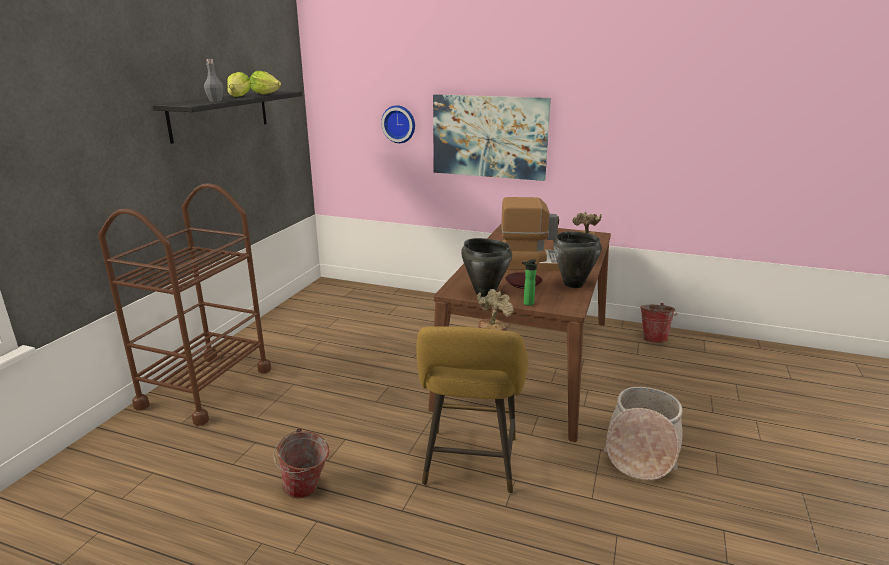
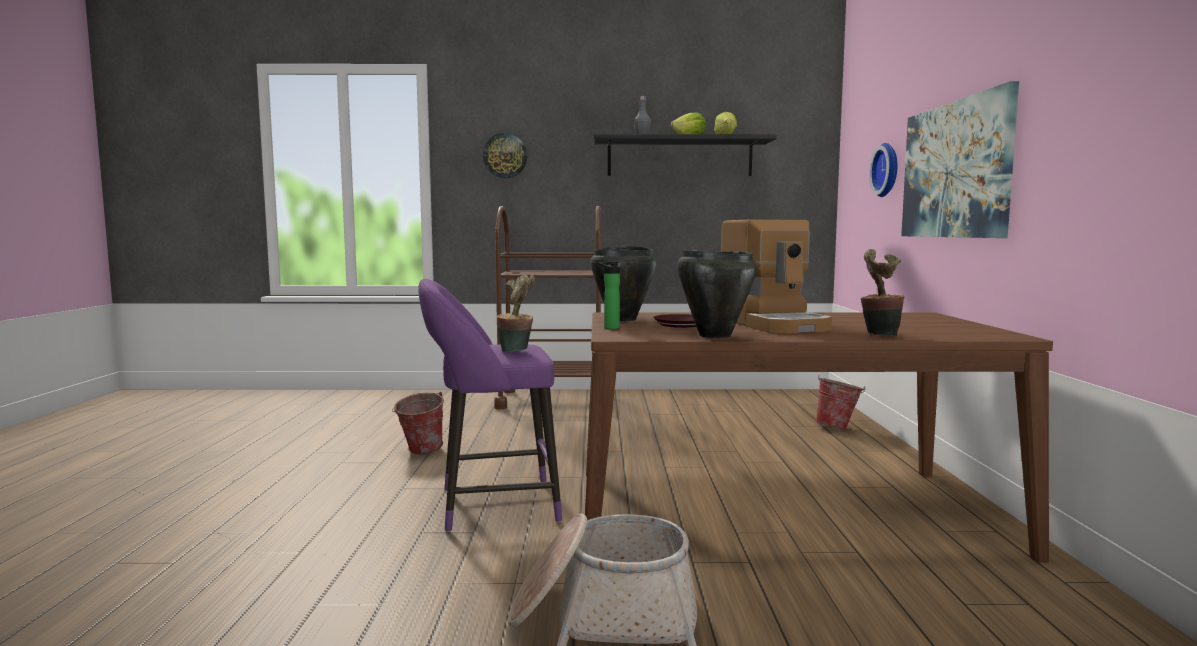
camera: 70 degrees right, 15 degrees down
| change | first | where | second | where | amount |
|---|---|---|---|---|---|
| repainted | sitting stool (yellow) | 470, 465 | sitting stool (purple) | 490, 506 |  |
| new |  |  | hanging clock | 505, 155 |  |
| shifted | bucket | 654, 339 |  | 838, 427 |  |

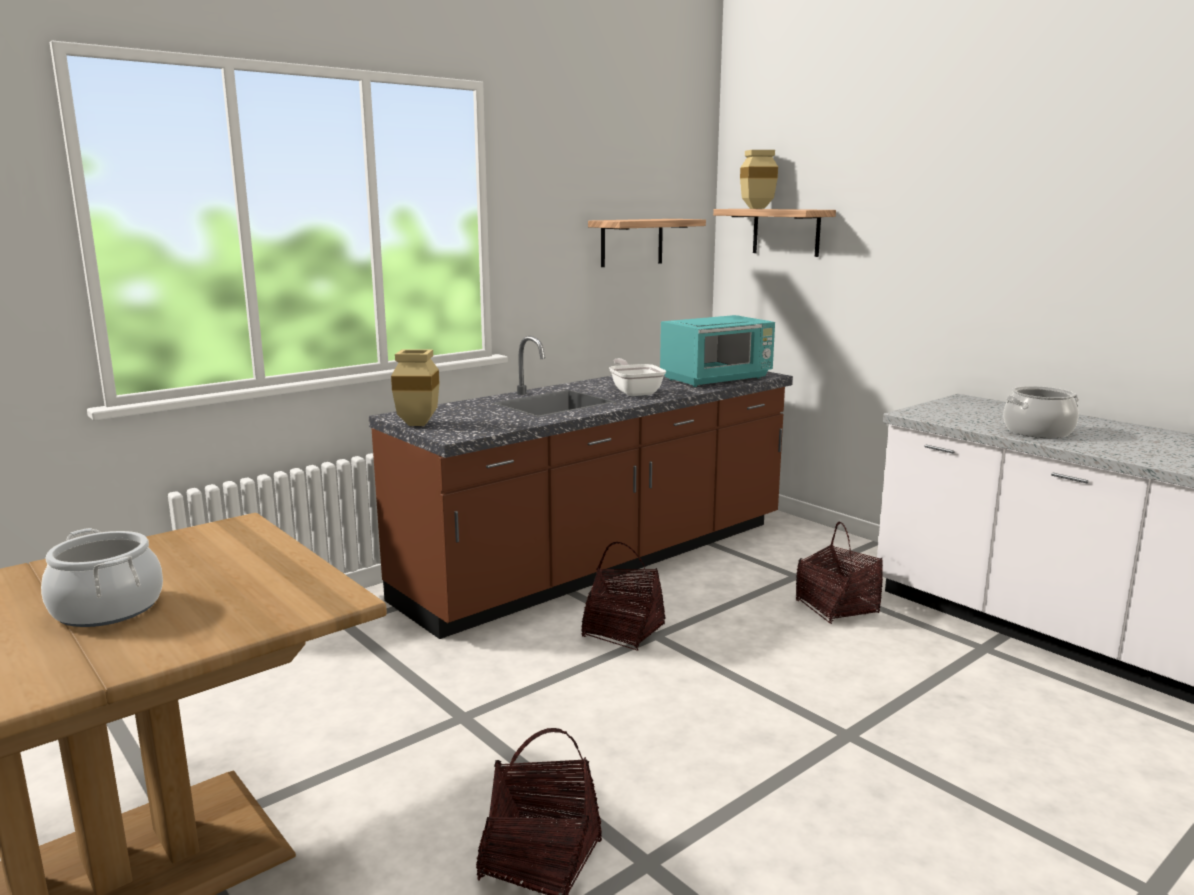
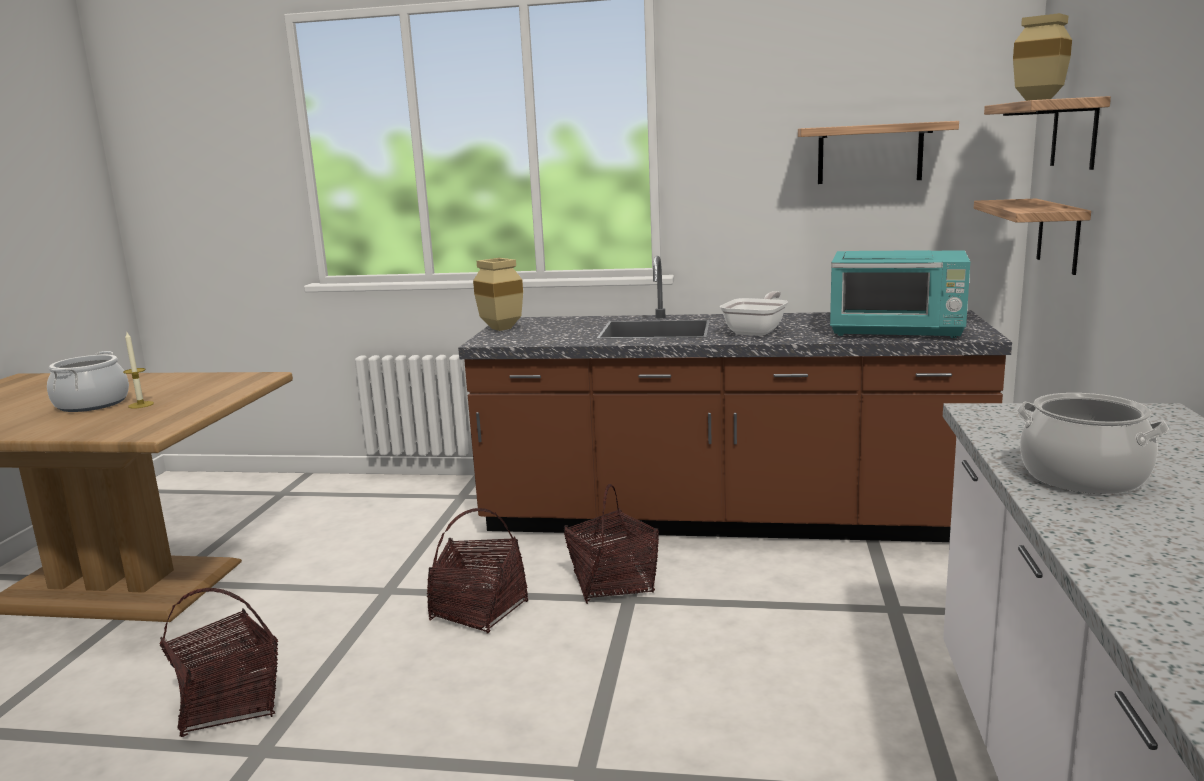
camera: 50 degrees right, 0 degrees up
| change | first | where | second | where | amount |
|---|---|---|---|---|---|
| new |  |  | wax light | 141, 405 |  |
| shifted | storage basket | 837, 607 |  | 480, 611 |  |
| new |  |  | bracket shelf | 1058, 235 |  |

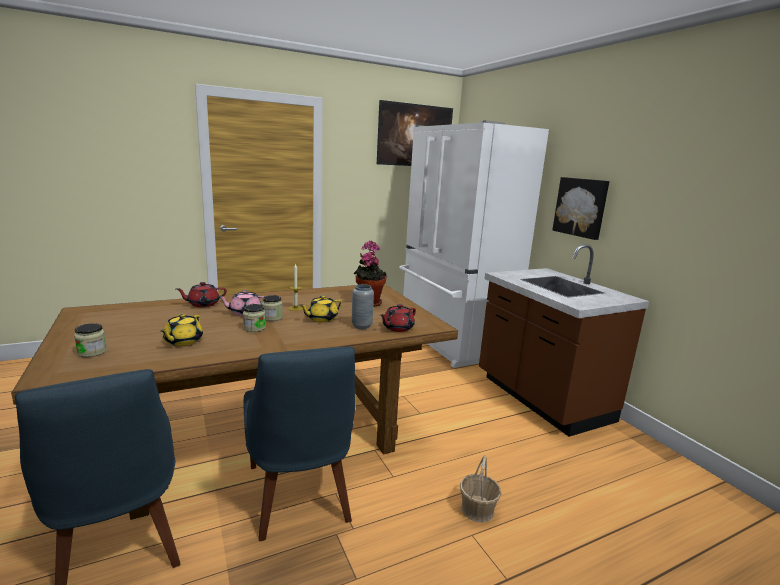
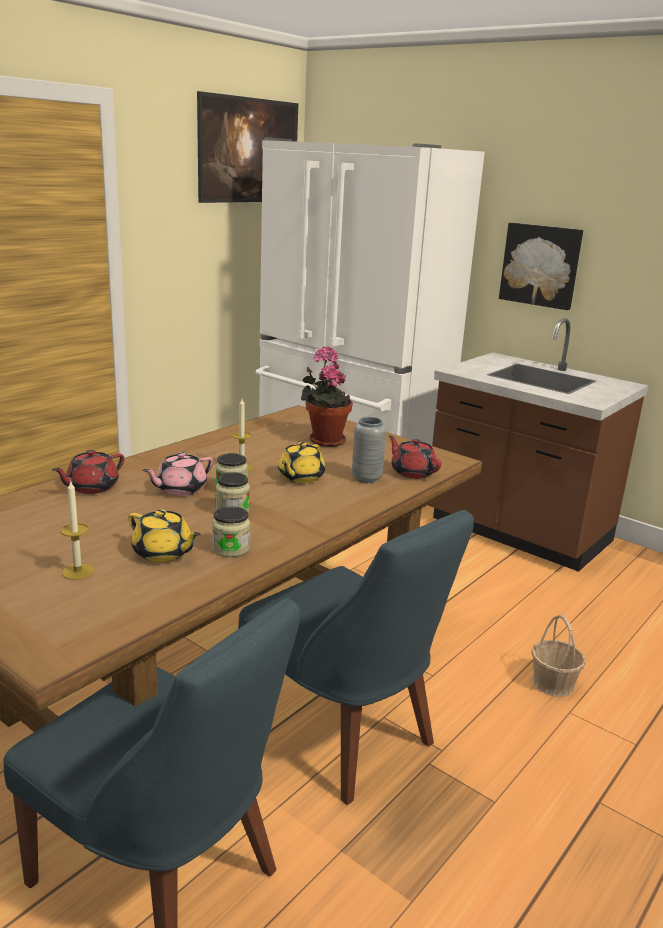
camera: 25 degrees left, 5 degrees up
| change | first | where | second | where | amount |
|---|---|---|---|---|---|
| new |  |  | wax light | 78, 571 |  |
| rotated | teapot (yellow) | 183, 341 |  | 163, 553 | 45 degrees counterclockwise |
| shifted | storage jar | 92, 352 |  | 231, 548 |  |
| rotated | teapot (reddish) | 397, 328 |  | 412, 472 | 120 degrees clockwise |

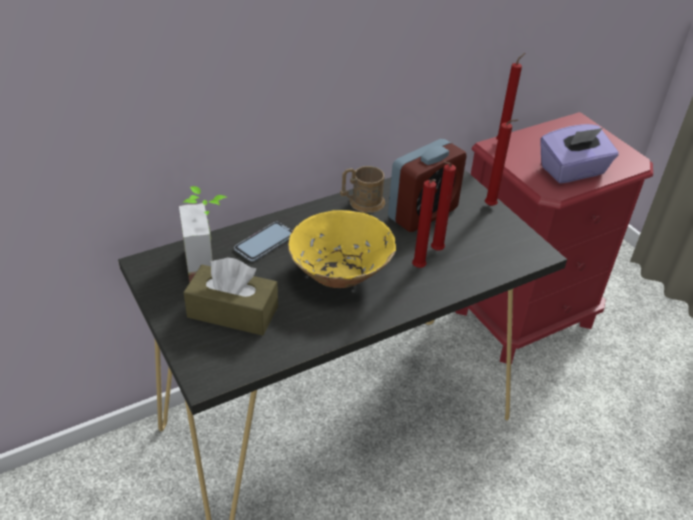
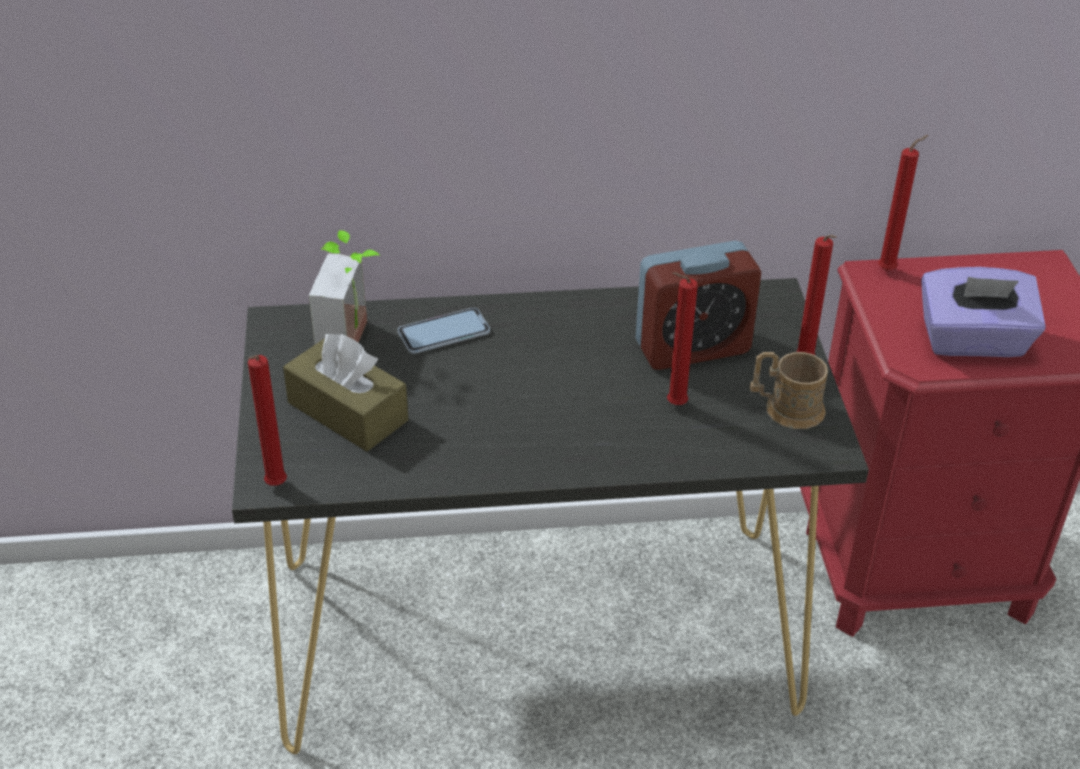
camera: 25 degrees right, 0 degrees up
| change | first | where | second | where | amount |
|---|---|---|---|---|---|
| shifted | wax light (reddish) | 419, 269 |  | 274, 487 |  |
| shifted | tea mug (brownish) | 362, 203 |  | 786, 409 |  |
| gone | deep dish (yellow) | 340, 273 |  |  |  |

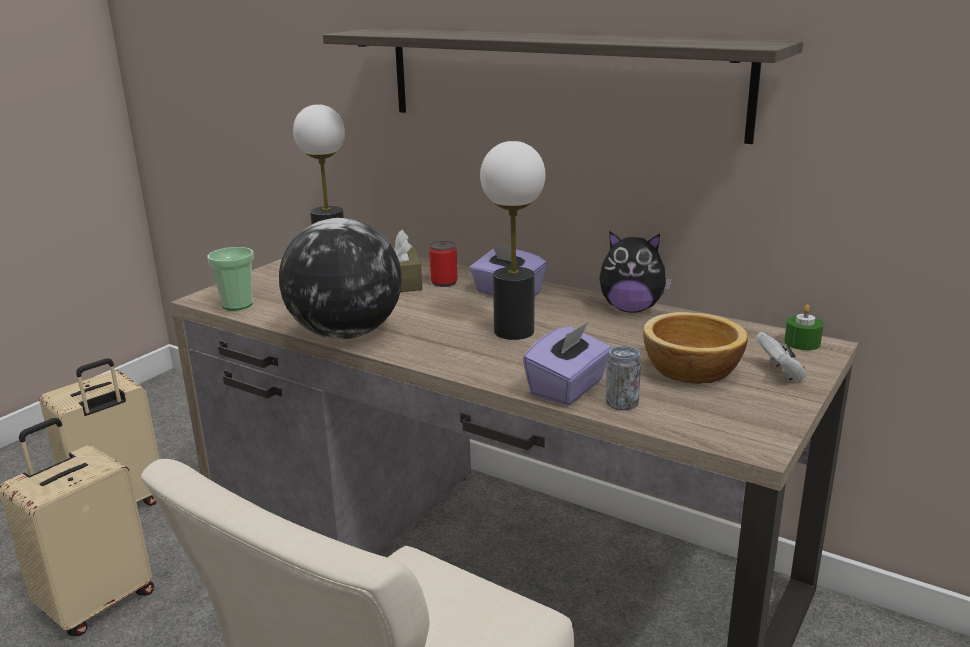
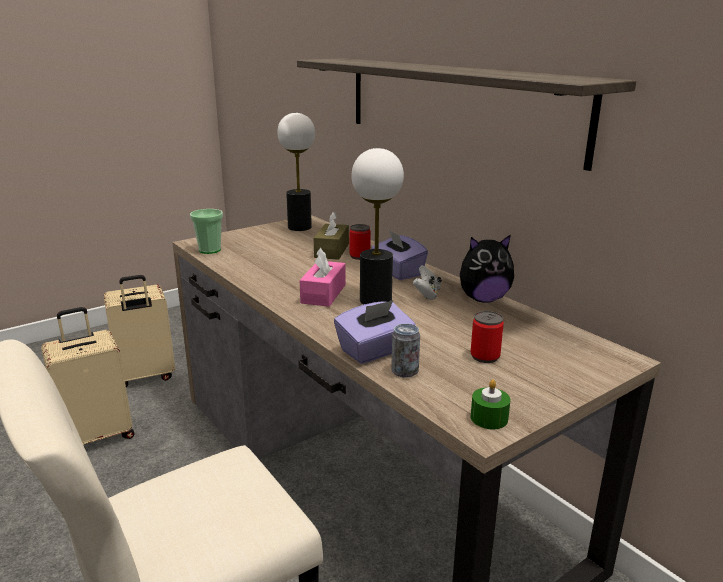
camera: 20 degrees right, 0 degrees up
| change | first | where | second | where | amount |
|---|---|---|---|---|---|
| new |  |  | tissue box (pinkish) | 323, 294 |  |
| shifted | game controller (whitish) | 780, 373 |  | 427, 294 |  |
| rotated | soft toy | 631, 309 |  | 483, 299 | 45 degrees counterclockwise |
| swapped | deep dish | 690, 370 | can | 485, 356 |  |
| shifted | wax light (green-coloured) | 802, 343 |  | 489, 418 |  |
| gone | desk globe | 345, 334 |  |  |  |

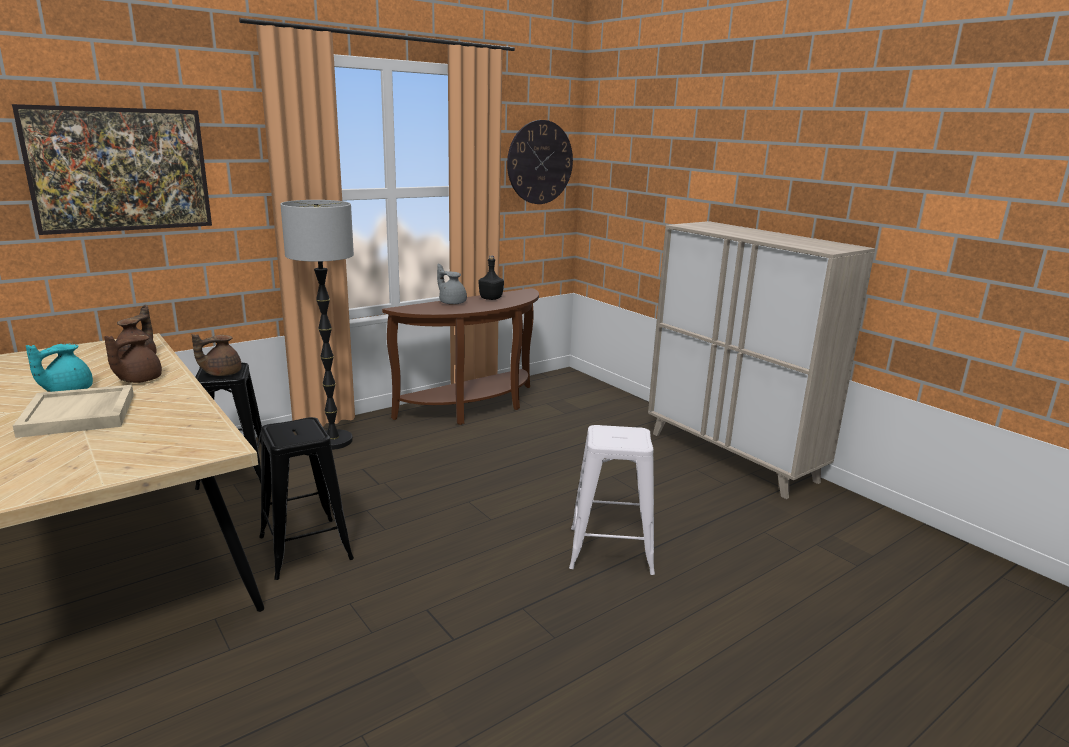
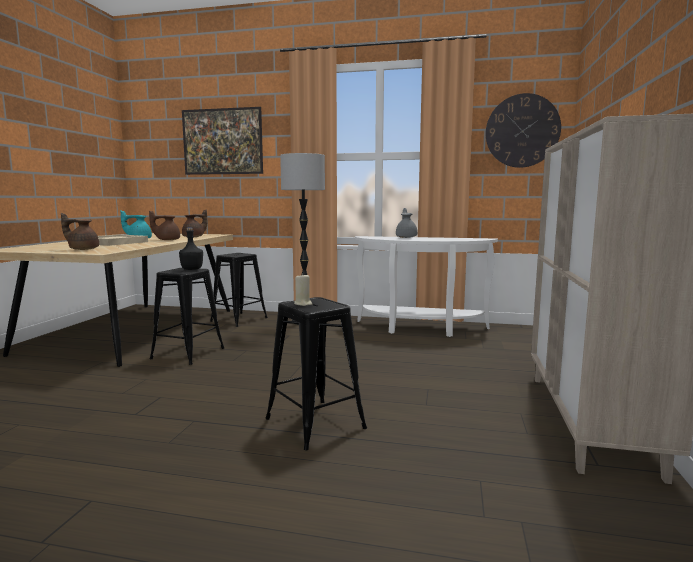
camera: 50 degrees right, 10 degrees down
| change | first | where | second | where | amount |
|---|---|---|---|---|---|
| shifted | teapot (brownish) | 221, 373 |  | 83, 249 |  |
| shifted | drink bottle (black-coloured) | 490, 298 |  | 192, 269 |  |
| repainted | sitting stool (whitish) | 610, 550 | sitting stool (black-coloured) | 315, 423 |  |
| new |  |  | wax light (beige-coloured) | 303, 304 |  |
| repainted | narrow table (brownish) | 475, 408 | narrow table (whitish) | 420, 329 |  |

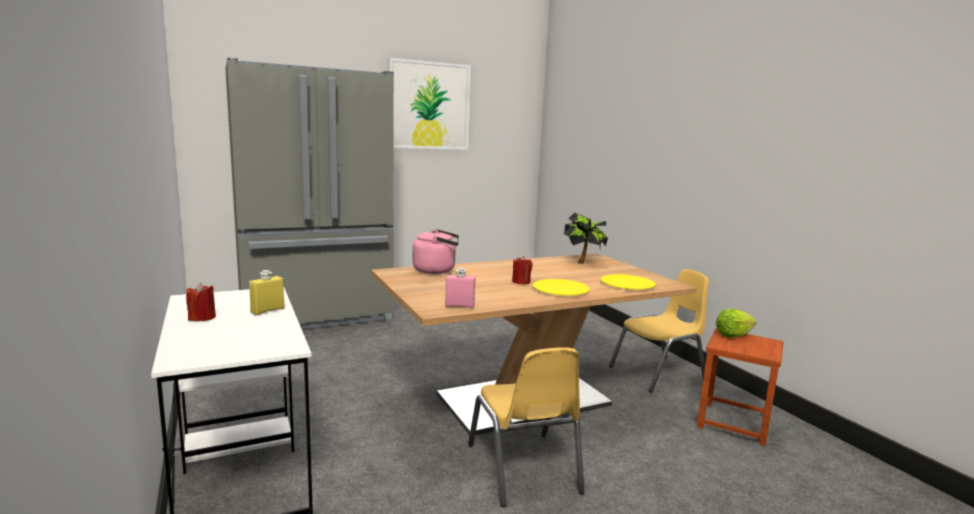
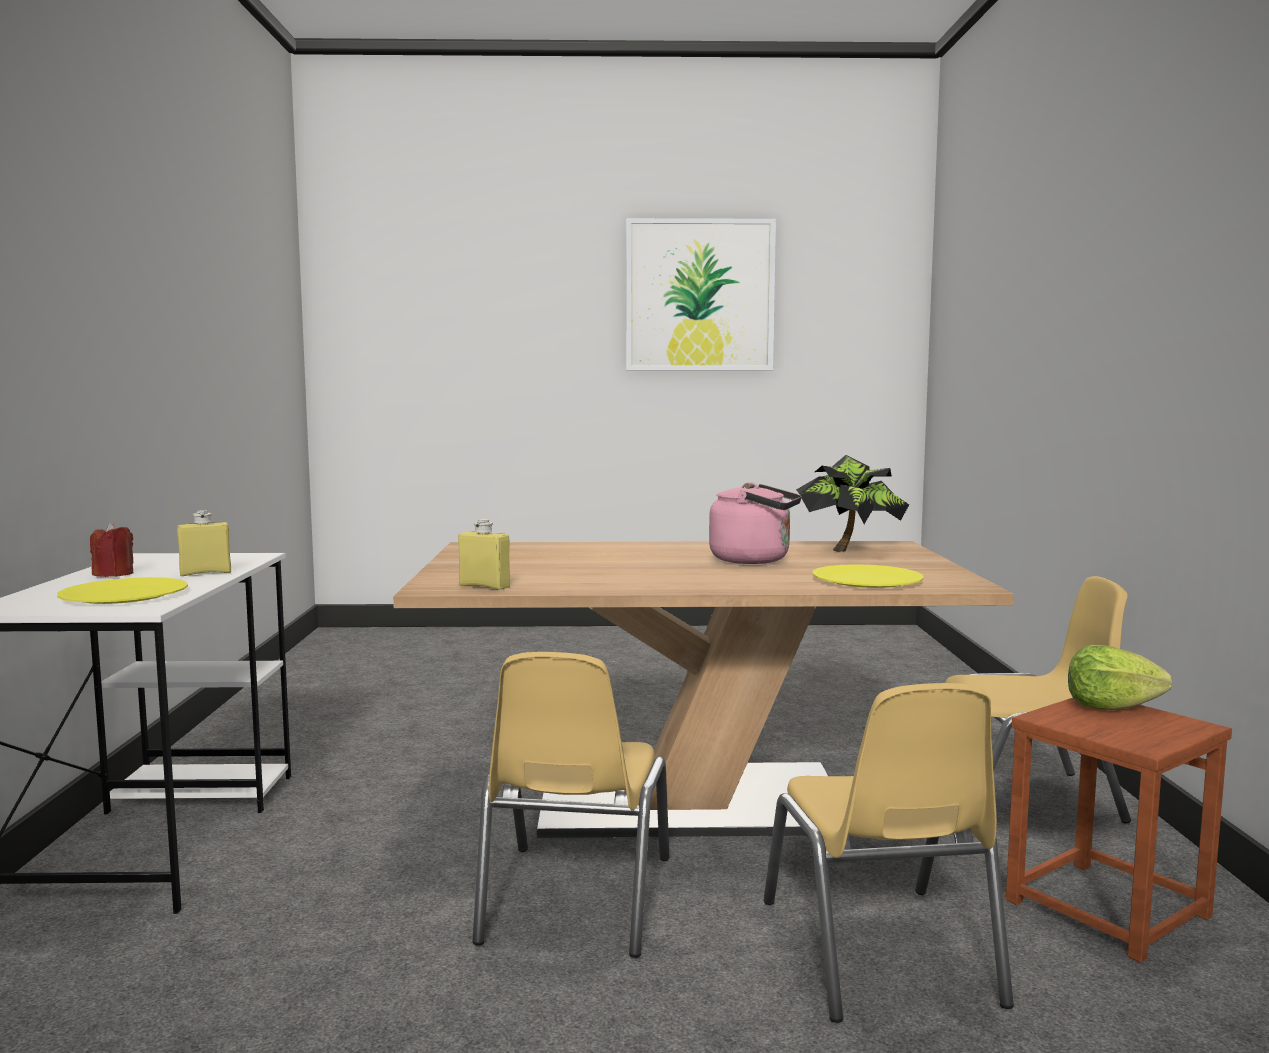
camera: 25 degrees right, 5 degrees down
| change | first | where | second | where | amount |
|---|---|---|---|---|---|
| shifted | dinner plate (yellow) | 560, 289 |  | 124, 595 |  |
| repainted | drink bottle (pinkish) | 459, 306 | drink bottle (yellow) | 484, 586 |  |
| shifted | water kettle (pinkish) | 437, 270 |  | 755, 560 |  |
| new |  |  | chair (yellow) | 879, 951 |  |
| gone | refrigerator (grey) | 317, 316 |  |  |  |
| gone | wax light (reddish) | 521, 282 |  |  |  |

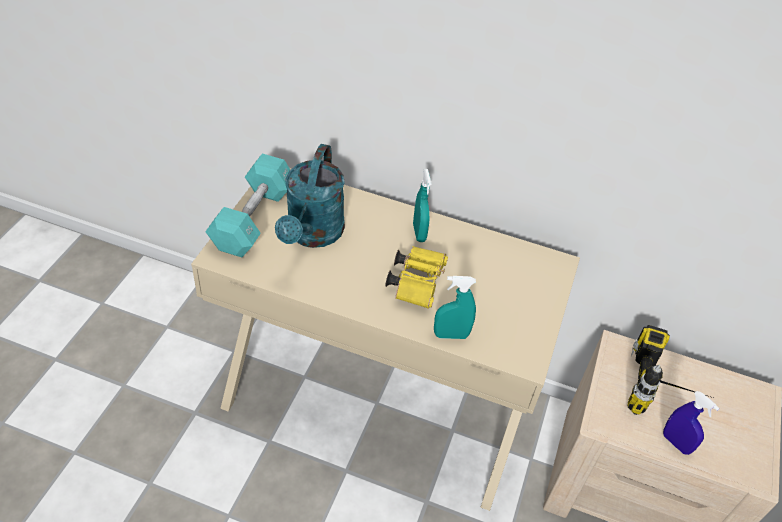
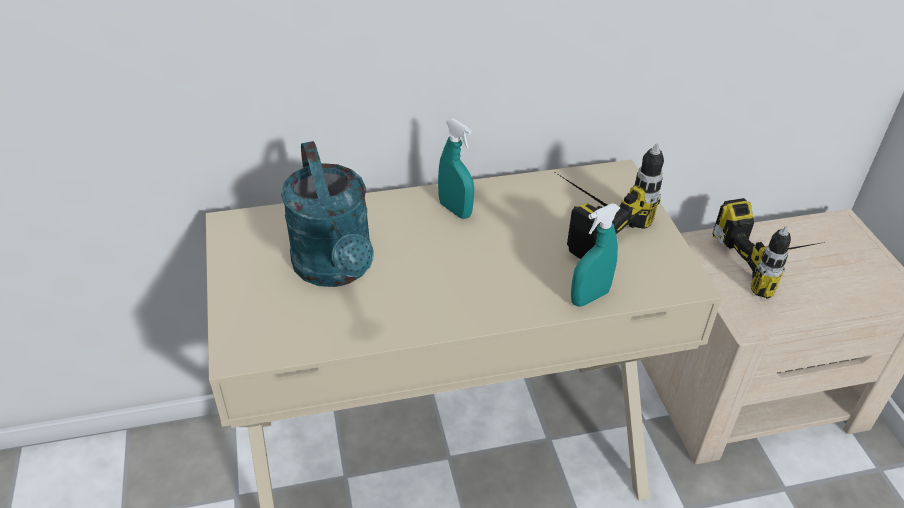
camera: 30 degrees left, 5 degrees down
| change | first | where | second | where | amount |
|---|---|---|---|---|---|
| new |  |  | power drill | 585, 221 |  |
| gone | free weight (turquoise-coloured) | 253, 219 |  |  |  |
| gone | field glasses (yellow) | 417, 282 |  |  |  |
| gone | spray bottle (blue) | 676, 443 |  |  |  |

